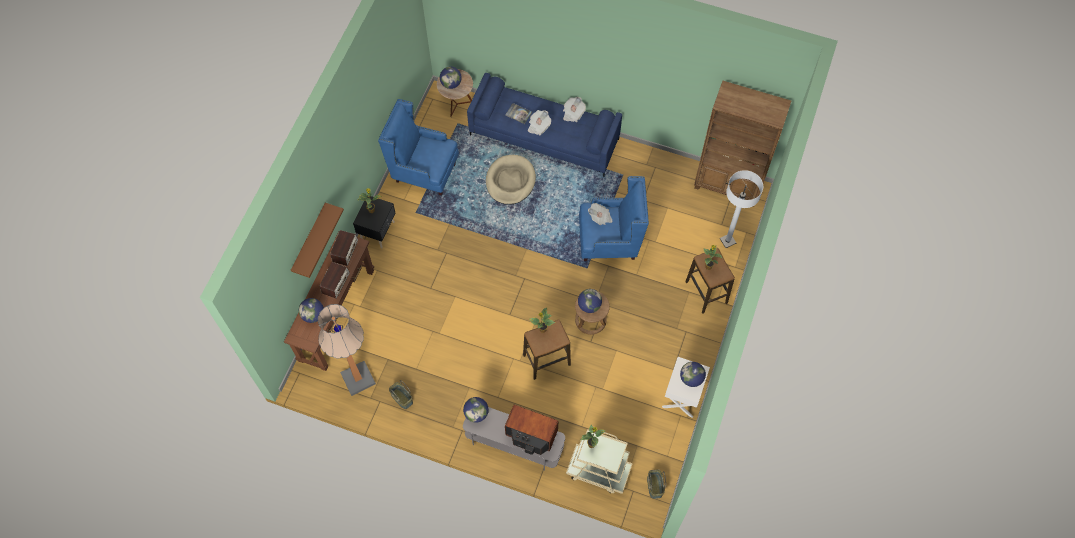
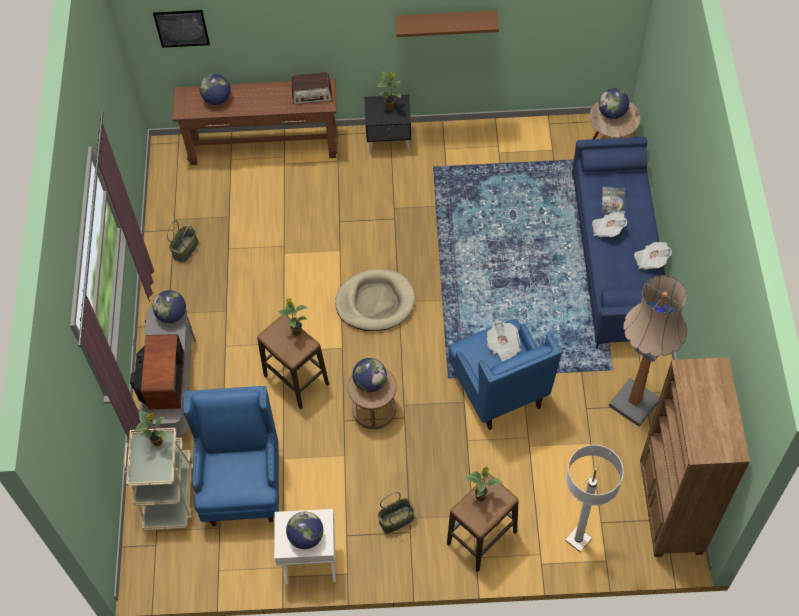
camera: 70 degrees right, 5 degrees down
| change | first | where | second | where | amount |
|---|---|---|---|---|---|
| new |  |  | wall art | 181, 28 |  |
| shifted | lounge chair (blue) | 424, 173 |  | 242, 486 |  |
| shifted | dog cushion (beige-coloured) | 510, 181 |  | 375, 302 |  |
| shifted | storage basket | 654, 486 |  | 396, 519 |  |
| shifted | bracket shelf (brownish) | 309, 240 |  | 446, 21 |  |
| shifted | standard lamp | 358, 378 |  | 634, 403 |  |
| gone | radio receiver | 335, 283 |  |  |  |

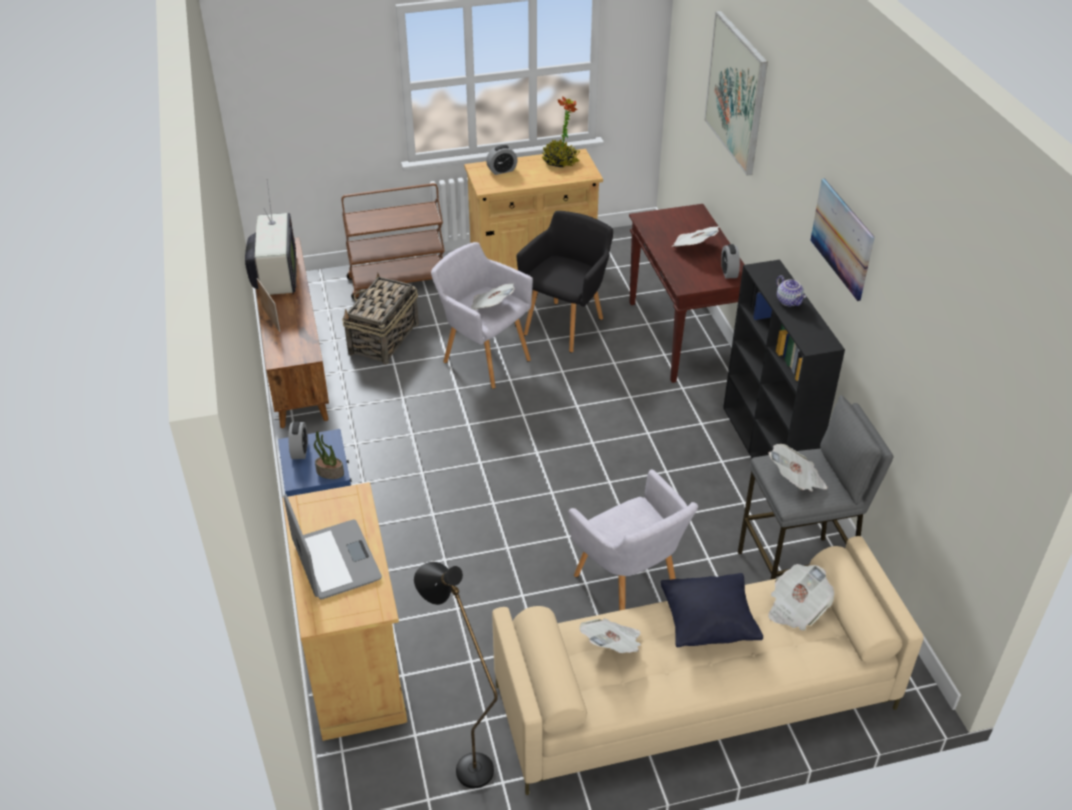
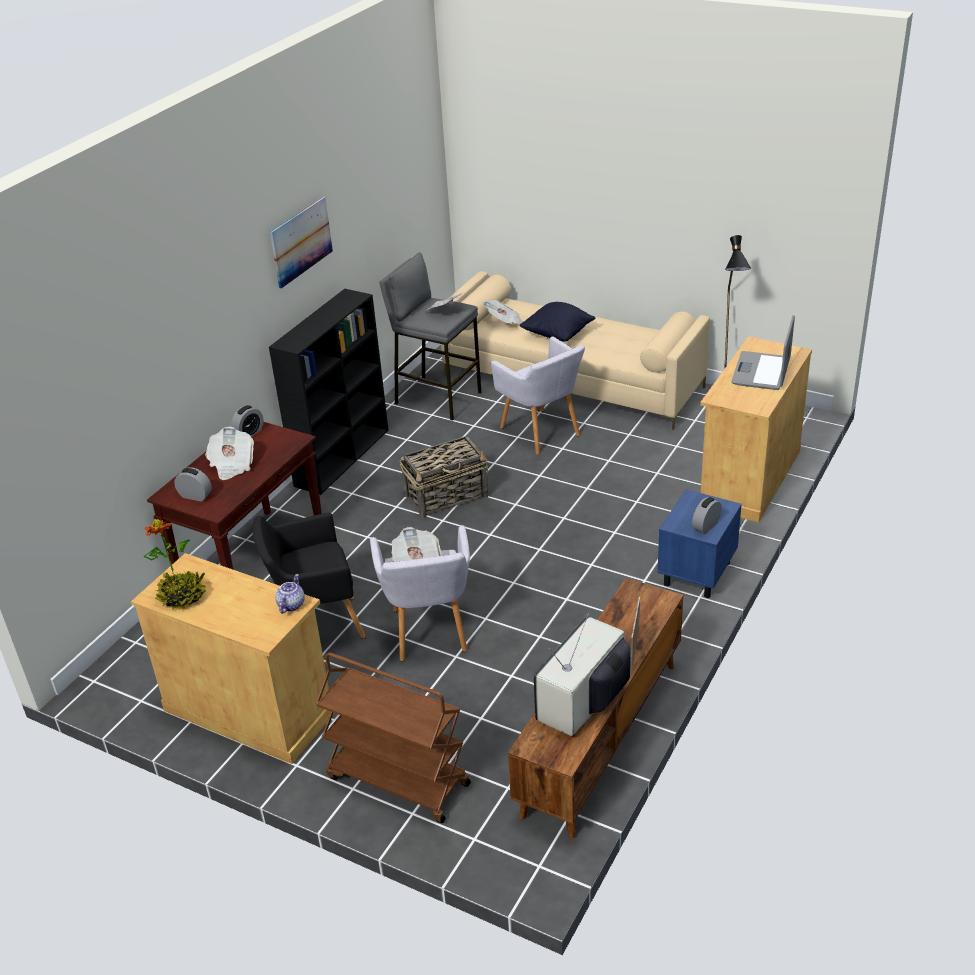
camera: 135 degrees left, 5 degrees down
| change | first | where | second | where | amount |
|---|---|---|---|---|---|
| shifted | bedside clock | 502, 170 |  | 195, 496 |  |
| shifted | teapot | 789, 301 |  | 291, 604 |  |
| shifted | storage basket | 383, 339 |  | 447, 496 |  |
| rotated | lounge chair (grey) | 628, 590 |  | 542, 433 | 135 degrees clockwise |
| gone | potted plant | 329, 473 |  |  |  |
| gone | daily paper | 612, 645 |  |  |  |
| gone | wall art | 736, 92 |  |  |  |

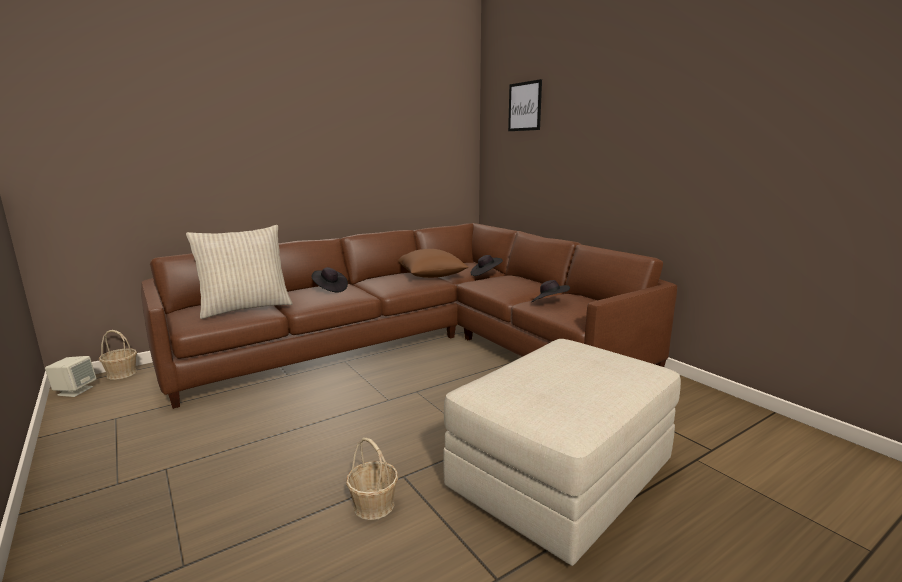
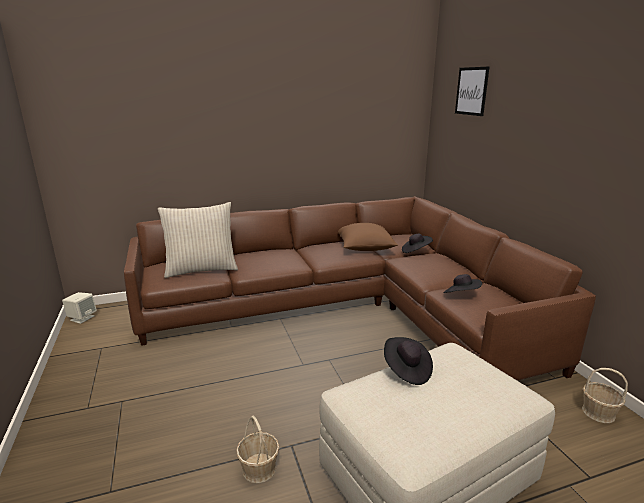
camera: 15 degrees right, 5 degrees up
| change | first | where | second | where | amount |
|---|---|---|---|---|---|
| shifted | wearable hat (black-coloured) | 330, 289 |  | 406, 370 |  |
| shifted | storage basket | 122, 373 |  | 598, 412 |  |

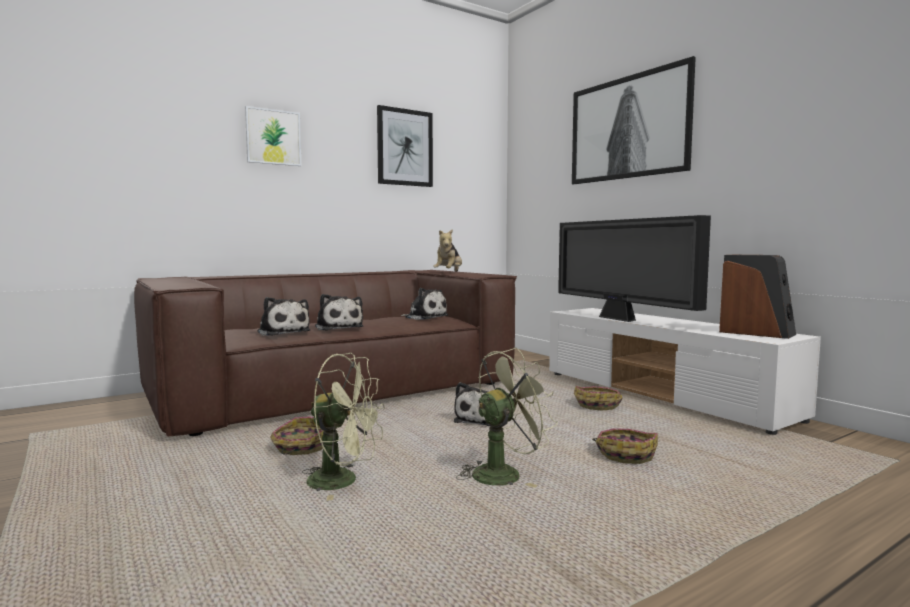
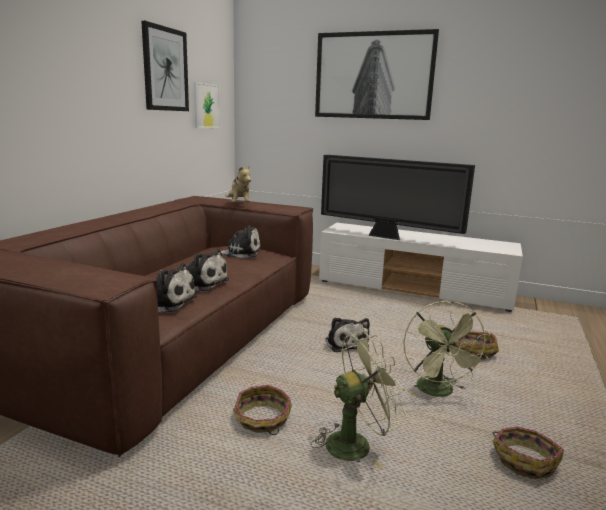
camera: 35 degrees left, 10 degrees up
| change | first | where | second | where | amount |
|---|---|---|---|---|---|
| shifted | wall art | 273, 137 |  | 206, 106 |  |
| rotated | electric fan (green-coloured) | 504, 473 |  | 439, 392 | 150 degrees clockwise |
| shifted | storage basket | 597, 405 |  | 524, 460 |  |
| gone | speaker | 756, 333 |  |  |  |

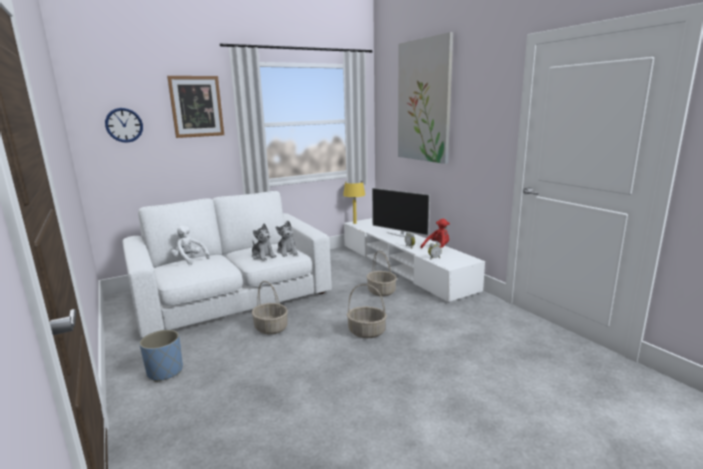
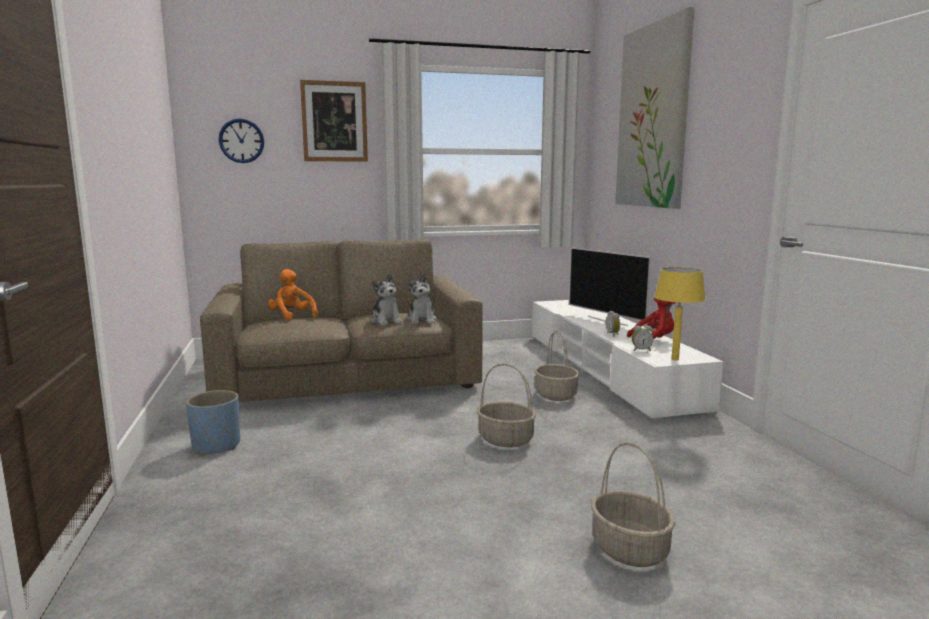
camera: 15 degrees right, 5 degrees down
| change | first | where | second | where | amount |
|---|---|---|---|---|---|
| repainted | couch (whitish) | 232, 295 | couch (brownish) | 347, 376 |  |
| repainted | soft toy (whitish) | 189, 259 | soft toy (orangey) | 292, 316 |  |
| shifted | storage basket | 270, 328 |  | 628, 549 |  |
| shifted | table lamp (yellow) | 355, 223 |  | 675, 359 |  |

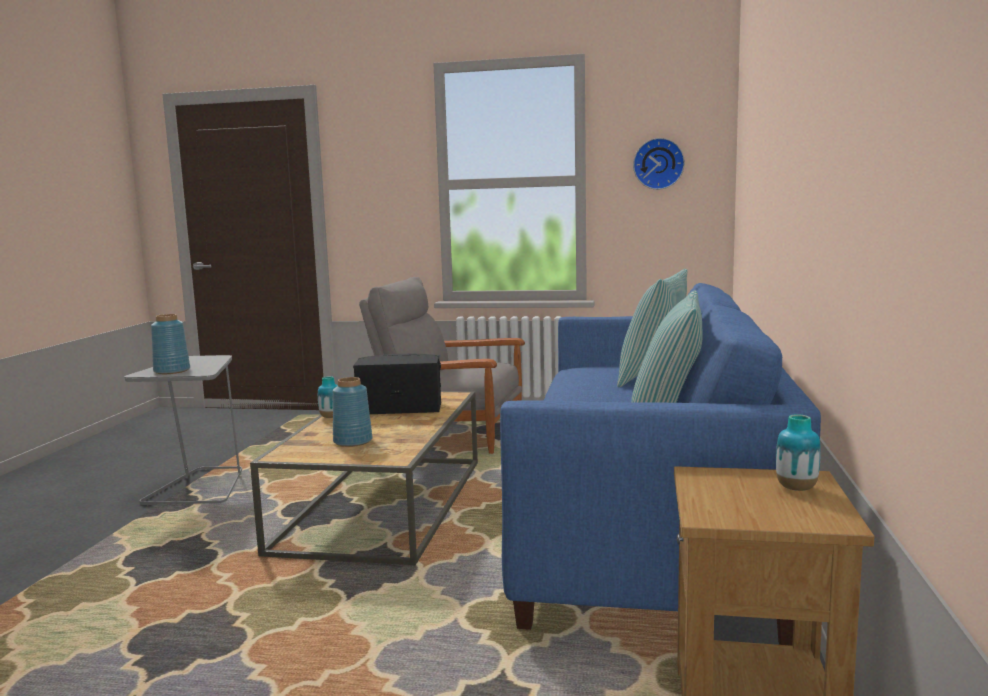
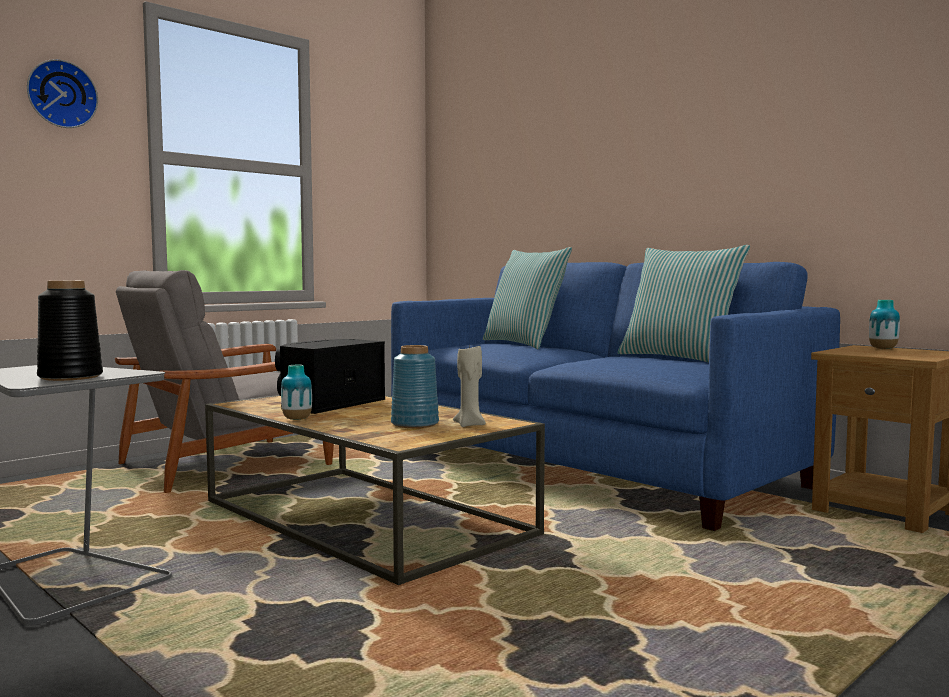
camera: 55 degrees left, 5 degrees down
| change | first | where | second | where | amount |
|---|---|---|---|---|---|
| shifted | hanging clock | 658, 164 |  | 61, 94 |  |
| repainted | vase (blue) | 172, 371 | vase (black-coloured) | 70, 377 |  |
| new |  |  | wax light (beige-coloured) | 470, 425 |  |

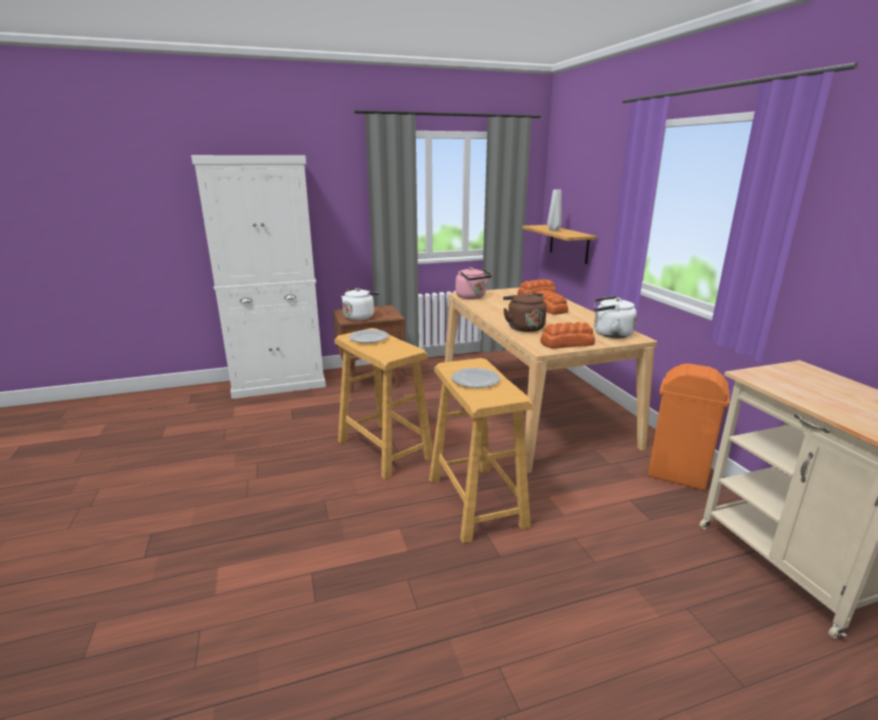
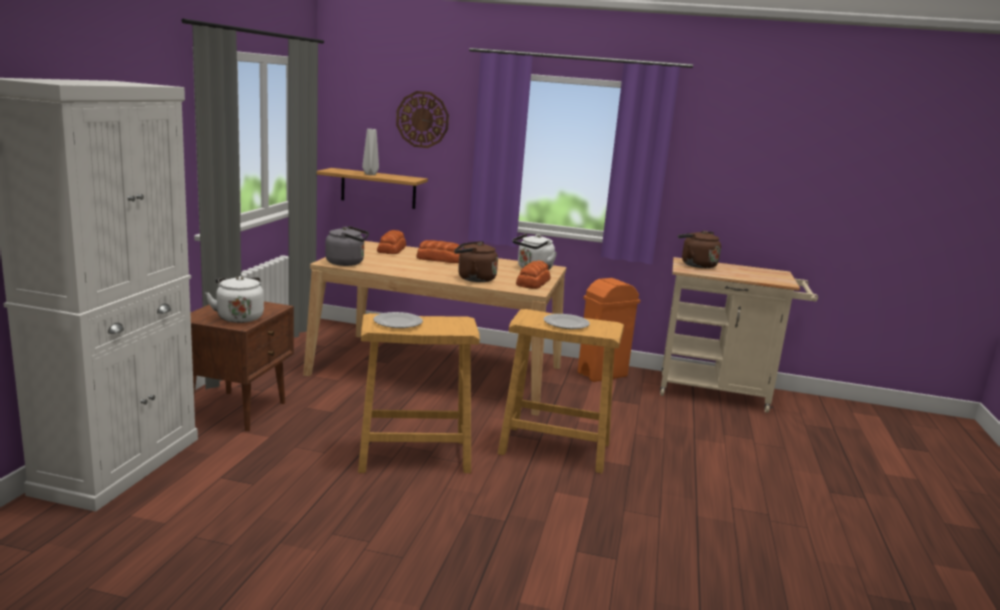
camera: 60 degrees left, 5 degrees down
| change | first | where | second | where | amount |
|---|---|---|---|---|---|
| repainted | water kettle (pinkish) | 472, 297 | water kettle (grey) | 347, 263 |  |
| new |  |  | hanging clock | 422, 119 |  |
| new |  |  | water kettle (brownish) | 696, 265 |  |

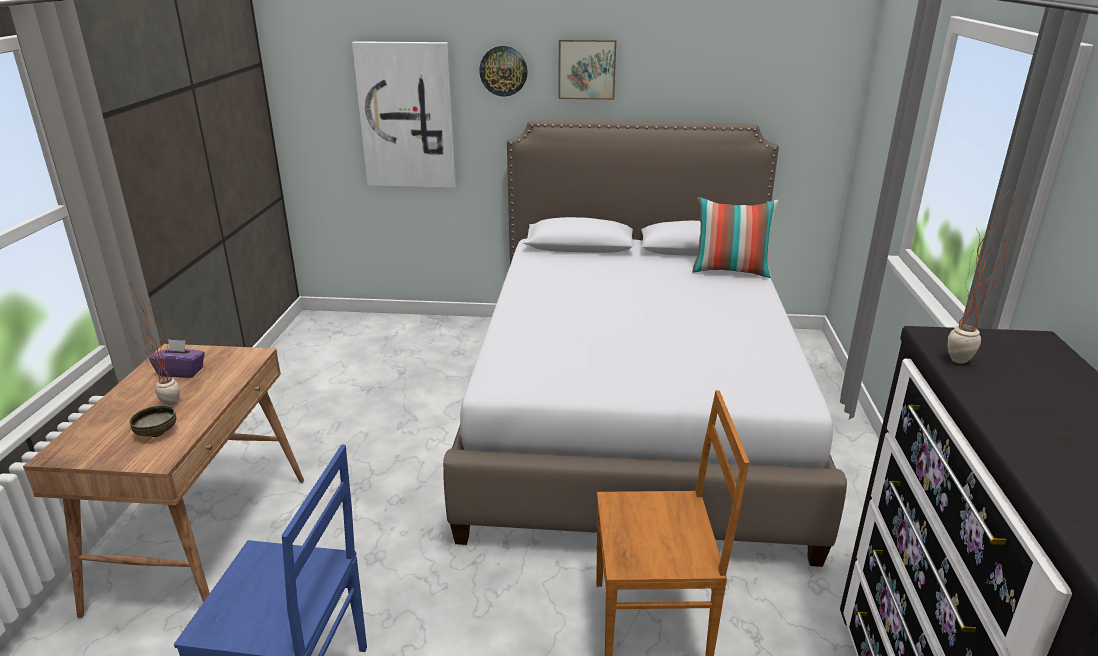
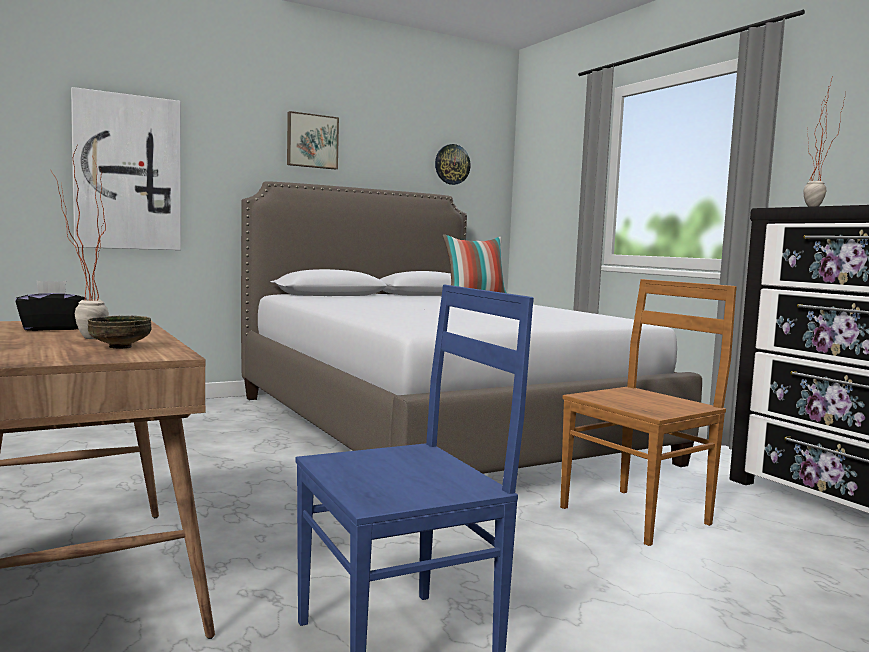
camera: 35 degrees left, 20 degrees down
| change | first | where | second | where | amount |
|---|---|---|---|---|---|
| repainted | tissue box (purple) | 181, 372 | tissue box (black-coloured) | 52, 328 |  |
| shifted | hanging clock | 503, 71 |  | 452, 164 |  |

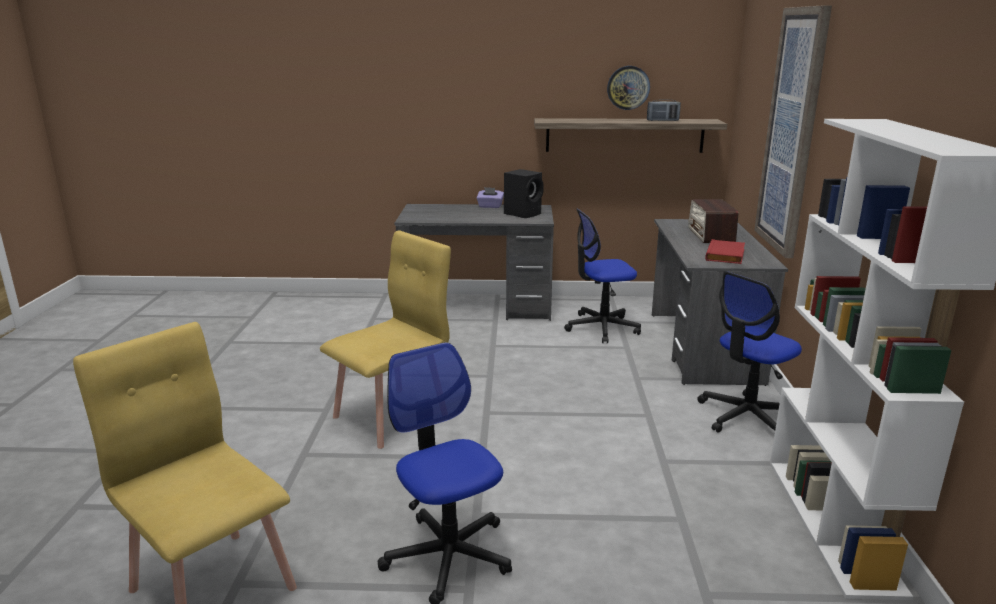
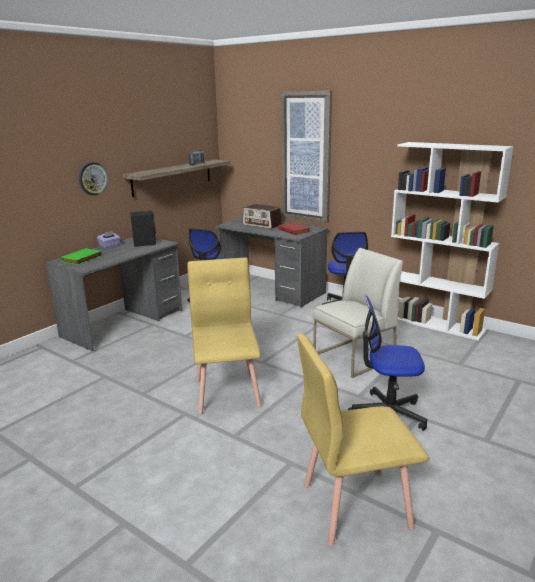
camera: 55 degrees left, 0 degrees up
| change | first | where | second | where | amount |
|---|---|---|---|---|---|
| new |  |  | bound book (green-coloured) | 83, 259 |  |
| shifted | hanging clock | 628, 87 |  | 93, 178 |  |
| new |  |  | chair (whitish) | 354, 357 |  |

